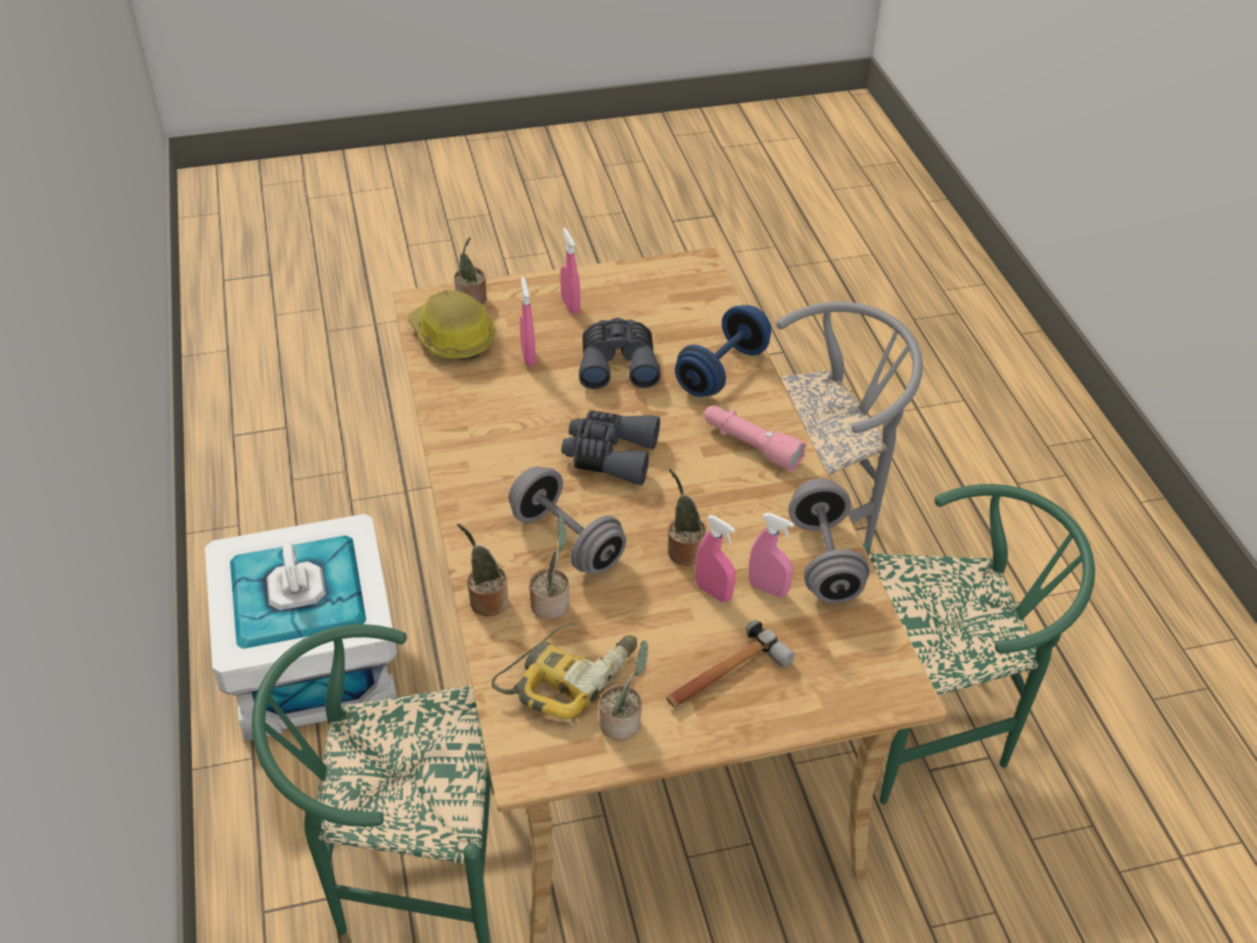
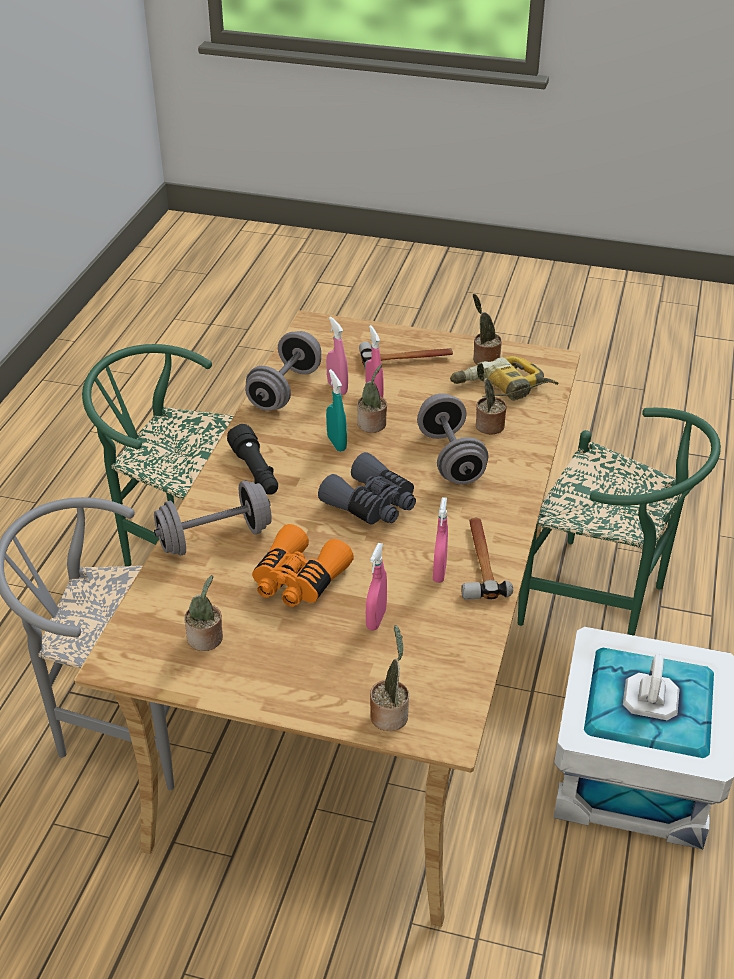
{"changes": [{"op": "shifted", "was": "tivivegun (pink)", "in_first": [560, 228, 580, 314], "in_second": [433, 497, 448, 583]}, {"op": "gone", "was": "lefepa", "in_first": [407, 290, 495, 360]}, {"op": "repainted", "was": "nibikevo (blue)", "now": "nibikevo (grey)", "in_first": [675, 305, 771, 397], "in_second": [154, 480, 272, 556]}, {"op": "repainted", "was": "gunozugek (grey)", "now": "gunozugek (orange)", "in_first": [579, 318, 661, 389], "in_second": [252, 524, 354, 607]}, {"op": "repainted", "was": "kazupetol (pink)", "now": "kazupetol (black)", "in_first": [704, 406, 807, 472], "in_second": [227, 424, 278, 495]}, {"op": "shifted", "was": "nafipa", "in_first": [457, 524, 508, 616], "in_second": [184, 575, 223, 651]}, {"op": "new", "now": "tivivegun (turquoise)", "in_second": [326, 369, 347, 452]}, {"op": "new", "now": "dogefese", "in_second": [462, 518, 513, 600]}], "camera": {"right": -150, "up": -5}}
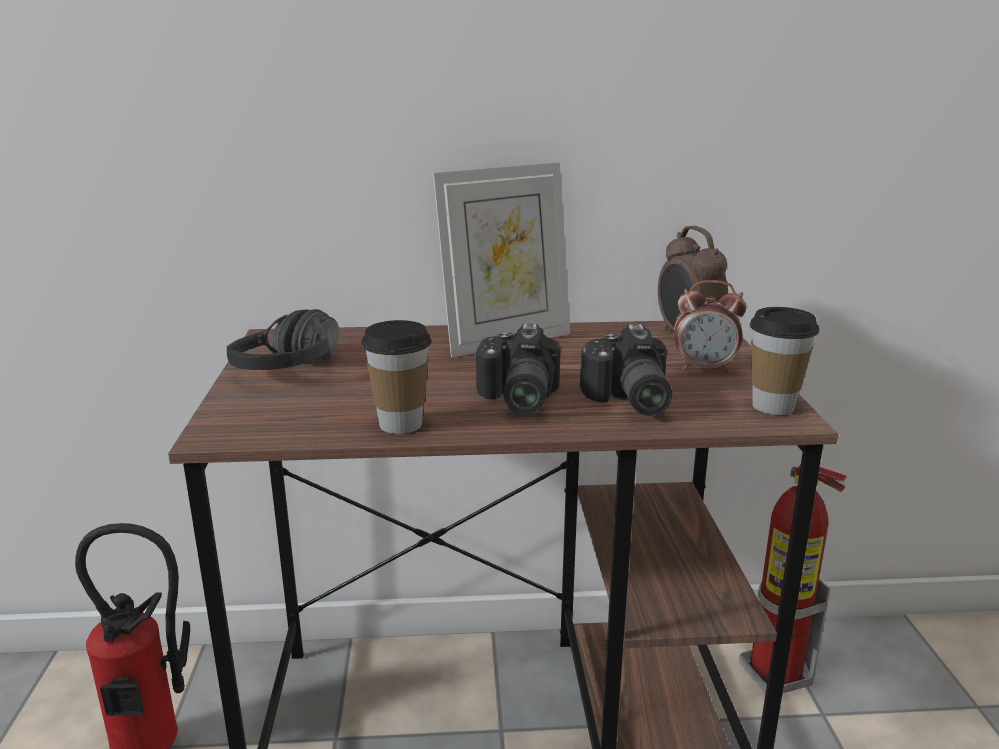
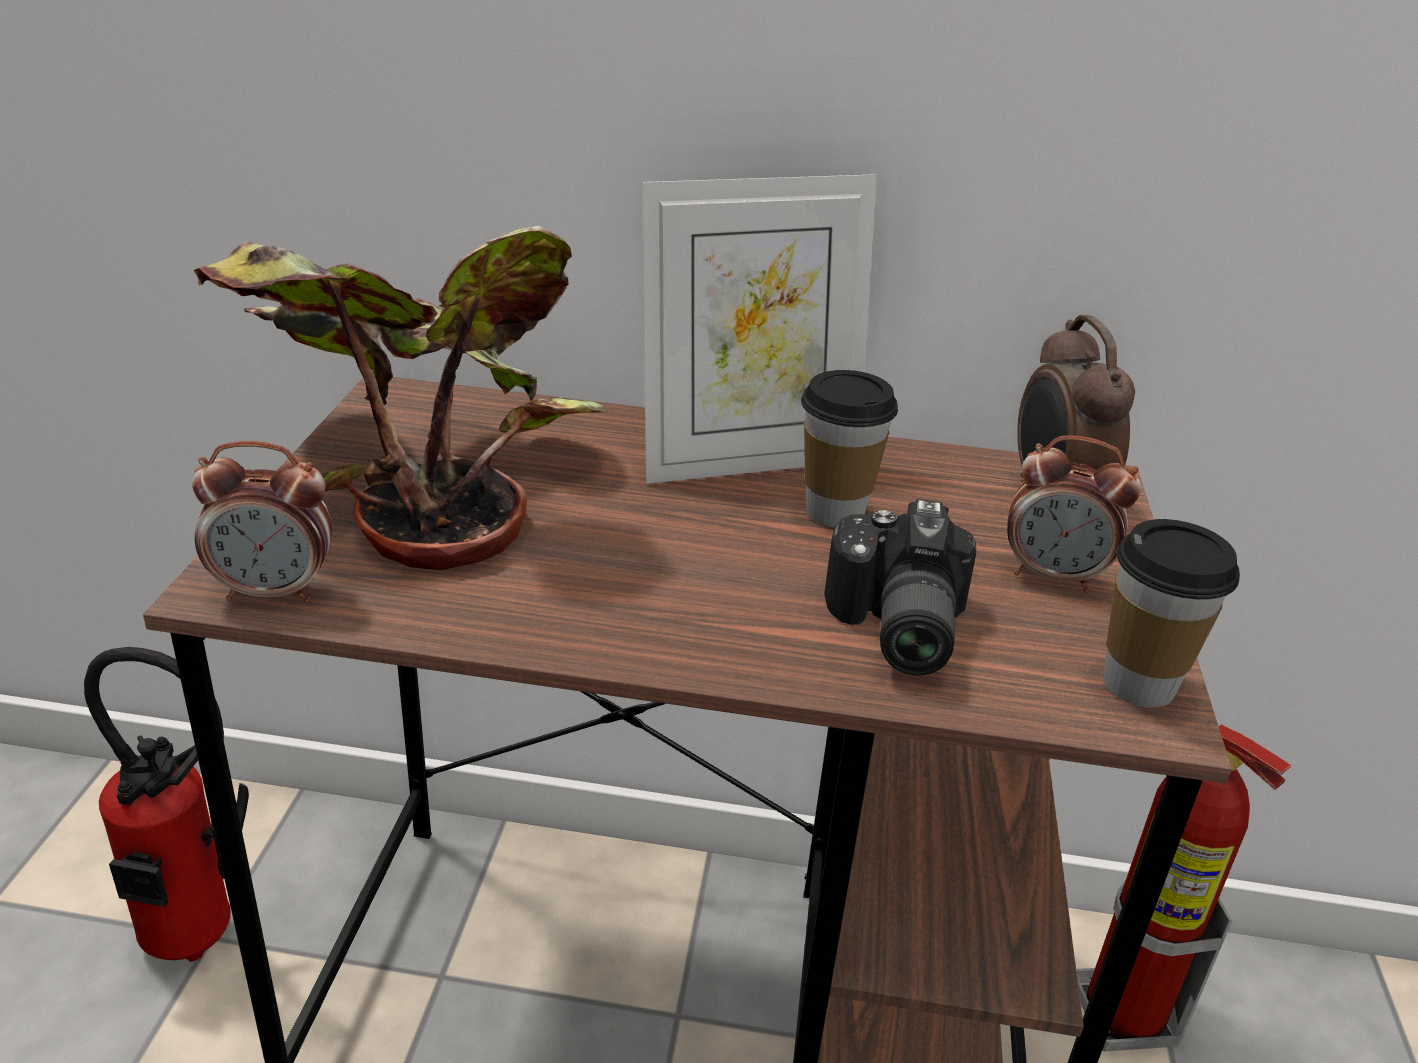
{"changes": [{"op": "swapped", "was": "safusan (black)", "now": "nafipa", "in_first": [227, 309, 339, 370], "in_second": [194, 226, 608, 570]}, {"op": "shifted", "was": "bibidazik", "in_first": [361, 320, 431, 434], "in_second": [801, 370, 898, 527]}, {"op": "gone", "was": "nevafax", "in_first": [476, 324, 561, 415]}, {"op": "new", "now": "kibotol", "in_second": [192, 441, 332, 602]}], "camera": {"right": 10, "up": 10}}
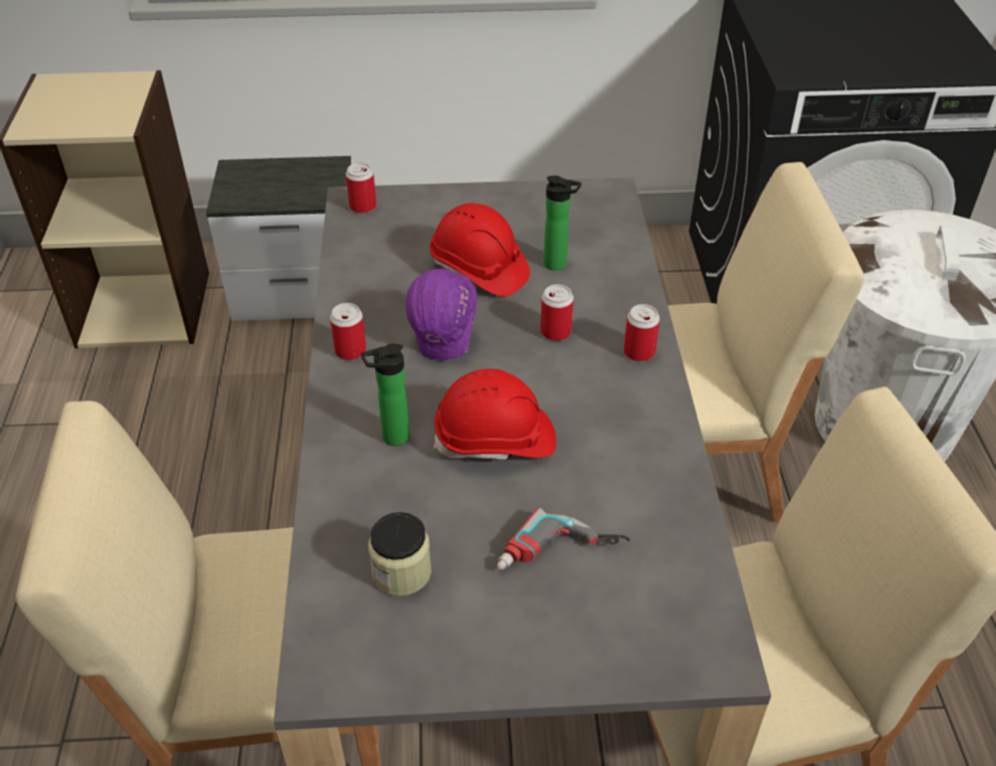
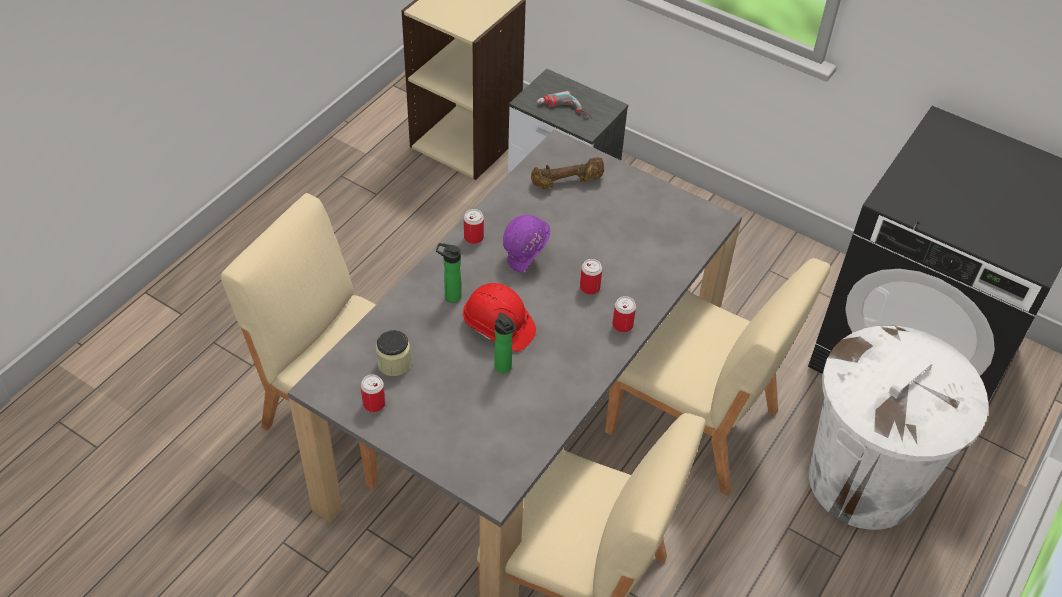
{"changes": [{"op": "shifted", "was": "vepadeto", "in_first": [346, 163, 377, 213], "in_second": [361, 374, 385, 412]}, {"op": "shifted", "was": "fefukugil", "in_first": [544, 175, 582, 271], "in_second": [494, 312, 517, 373]}, {"op": "gone", "was": "lefepa (red)", "in_first": [430, 203, 530, 297]}, {"op": "shifted", "was": "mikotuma", "in_first": [497, 508, 631, 570], "in_second": [537, 91, 592, 118]}, {"op": "new", "now": "nibikevo (brown)", "in_second": [531, 157, 604, 189]}], "camera": {"right": 35, "up": 5}}
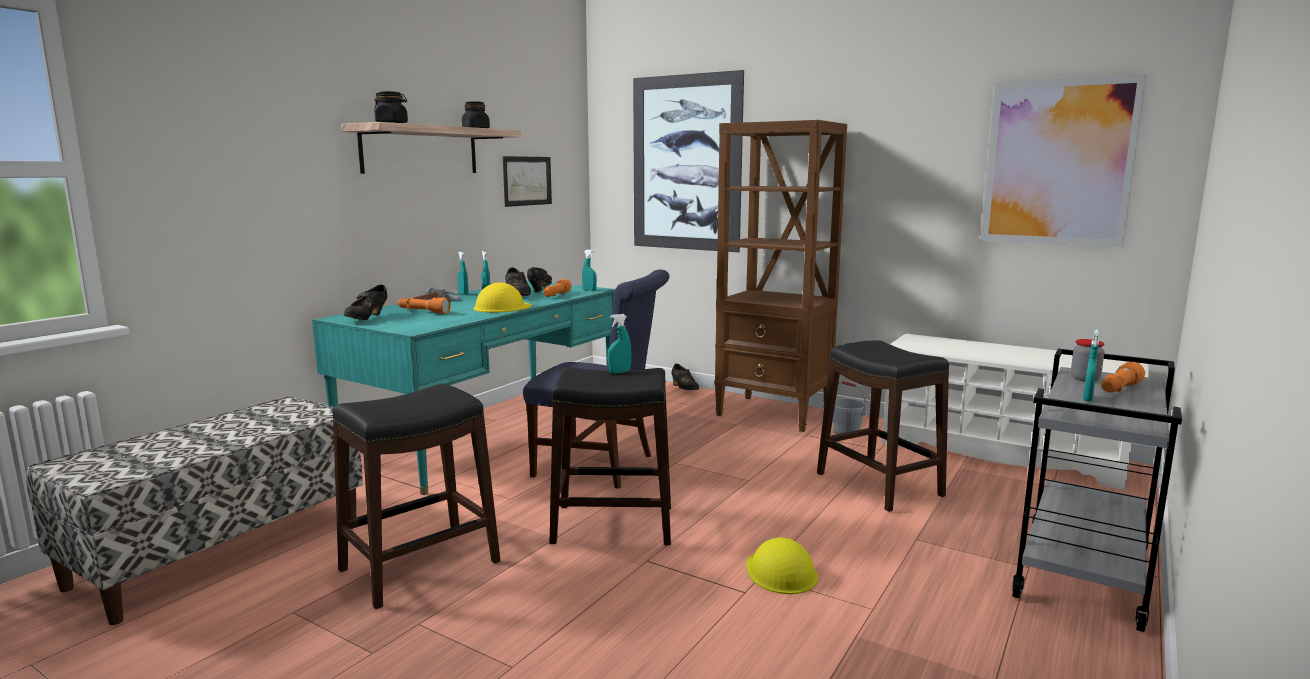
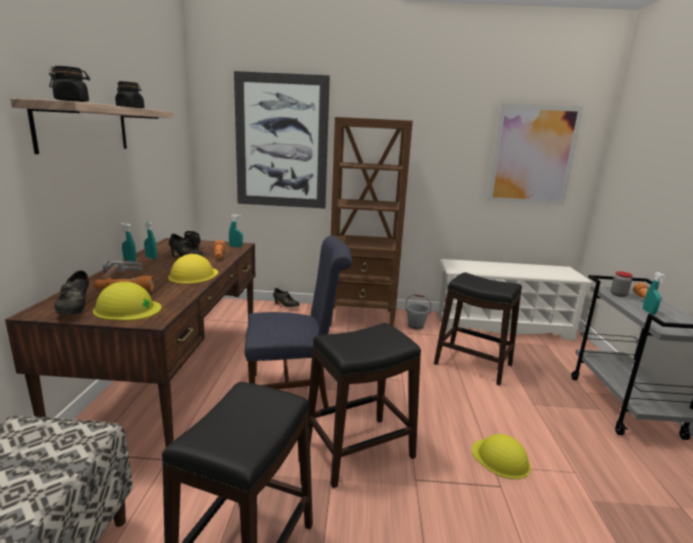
{"changes": [{"op": "gone", "was": "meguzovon", "in_first": [503, 156, 552, 207]}, {"op": "repainted", "was": "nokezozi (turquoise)", "now": "nokezozi (brown)", "in_first": [312, 280, 615, 495], "in_second": [5, 238, 255, 447]}, {"op": "gone", "was": "tivivegun (turquoise)", "in_first": [608, 314, 632, 374]}, {"op": "new", "now": "lefepa (yellow)", "in_second": [93, 282, 162, 321]}], "camera": {"right": -30, "up": 5}}
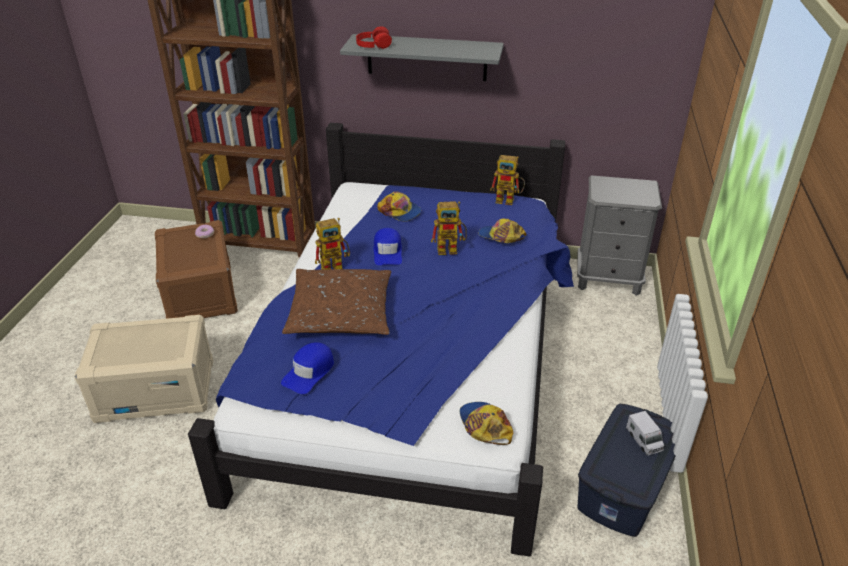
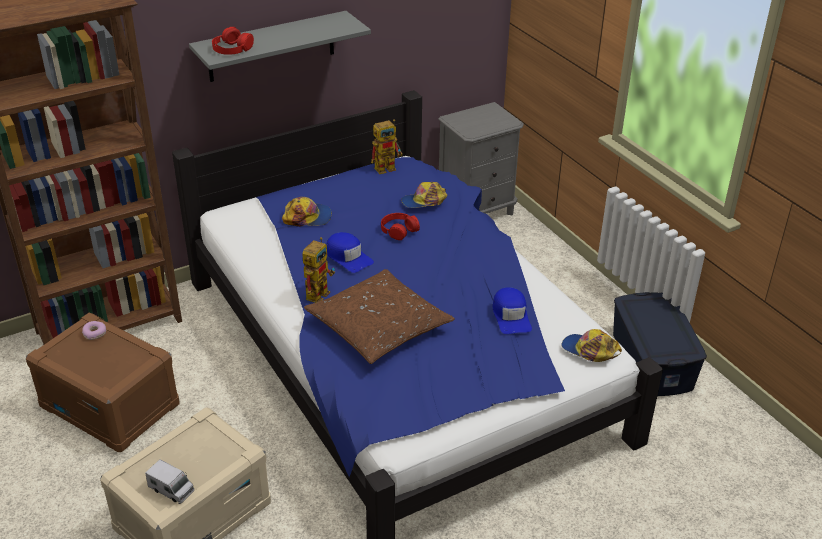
{"changes": [{"op": "swapped", "was": "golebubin", "now": "safusan (red)", "in_first": [431, 201, 467, 255], "in_second": [381, 213, 420, 240]}, {"op": "shifted", "was": "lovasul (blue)", "in_first": [281, 342, 334, 394], "in_second": [493, 287, 532, 334]}, {"op": "shifted", "was": "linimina", "in_first": [626, 411, 665, 456], "in_second": [145, 459, 194, 504]}], "camera": {"right": -40, "up": 0}}
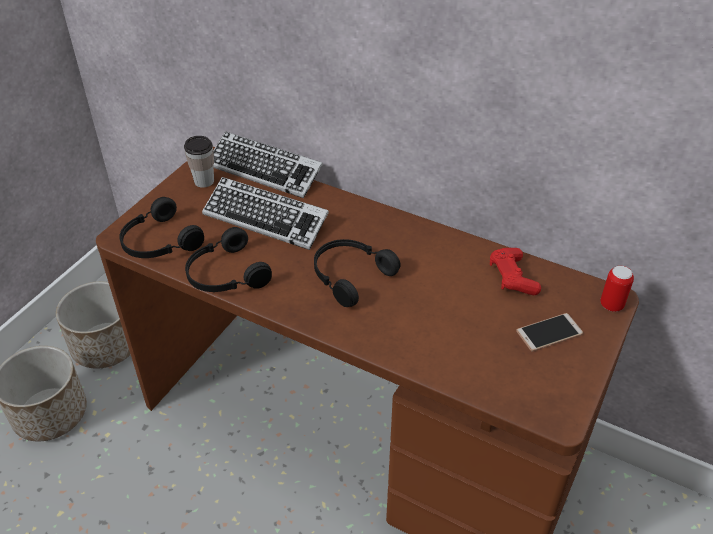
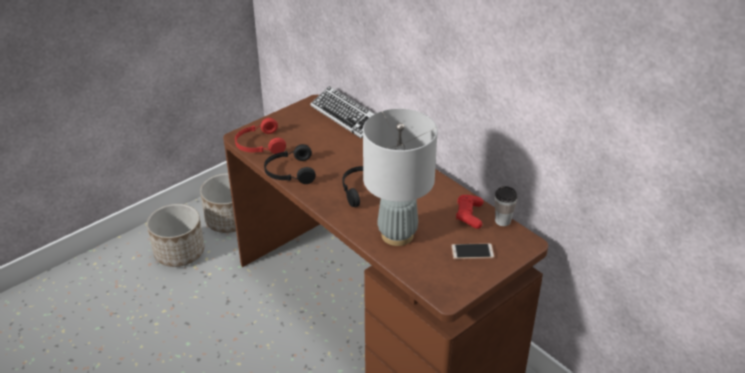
{"changes": [{"op": "shifted", "was": "bibidazik", "in_first": [184, 136, 214, 188], "in_second": [495, 186, 518, 226]}, {"op": "gone", "was": "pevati", "in_first": [202, 177, 329, 250]}, {"op": "repainted", "was": "safusan (black)", "now": "safusan (red)", "in_first": [119, 197, 204, 258], "in_second": [235, 118, 286, 154]}, {"op": "gone", "was": "vepadeto", "in_first": [600, 266, 634, 312]}, {"op": "new", "now": "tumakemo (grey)", "in_second": [363, 109, 438, 246]}], "camera": {"right": 20, "up": -5}}
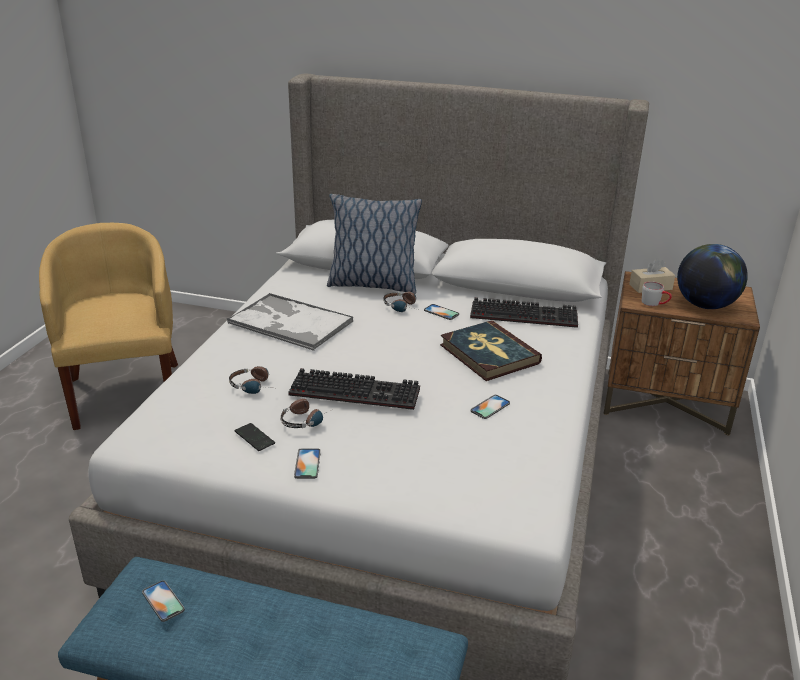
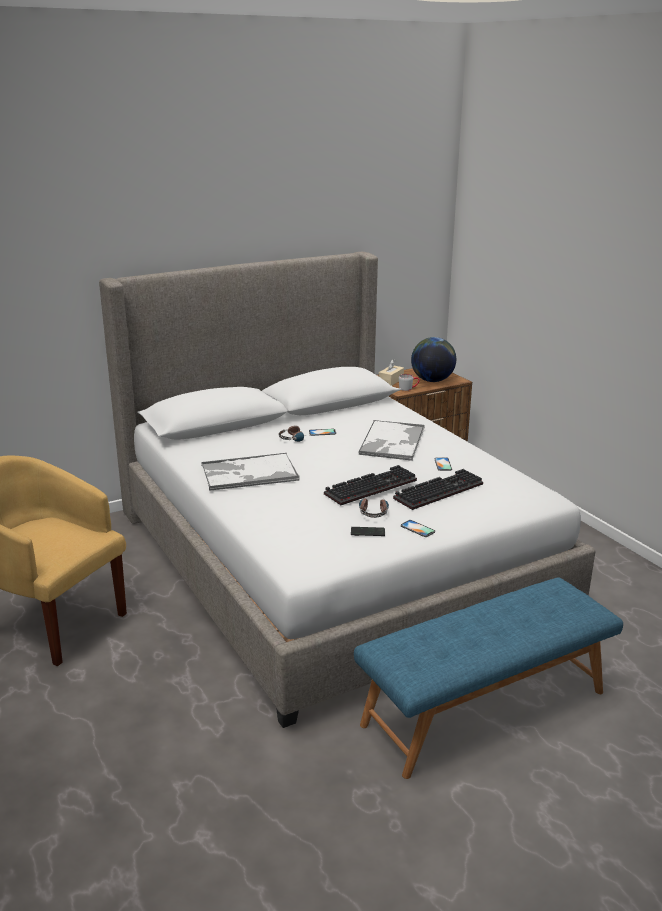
{"changes": [{"op": "gone", "was": "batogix", "in_first": [327, 194, 422, 294]}, {"op": "shifted", "was": "pevati", "in_first": [470, 297, 578, 328], "in_second": [393, 469, 483, 510]}, {"op": "swapped", "was": "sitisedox", "now": "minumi", "in_first": [440, 320, 542, 381], "in_second": [358, 420, 425, 461]}, {"op": "gone", "was": "safusan", "in_first": [229, 366, 269, 394]}, {"op": "gone", "was": "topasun", "in_first": [142, 580, 185, 622]}], "camera": {"right": -45, "up": -5}}
